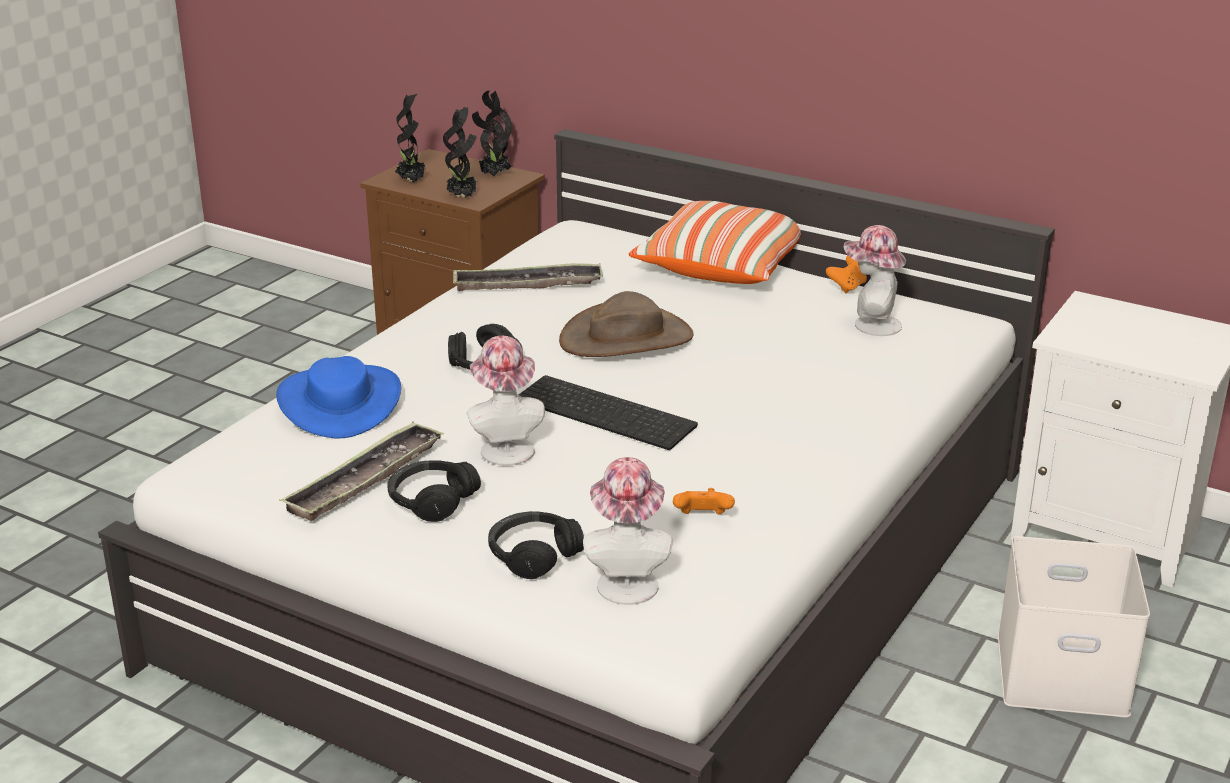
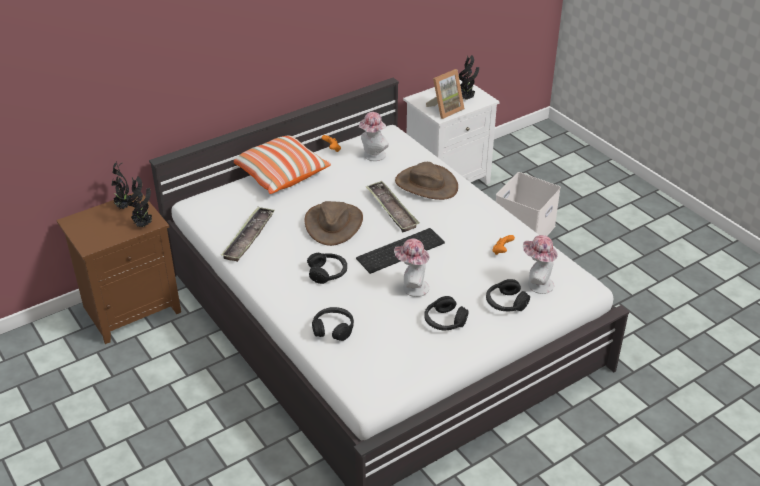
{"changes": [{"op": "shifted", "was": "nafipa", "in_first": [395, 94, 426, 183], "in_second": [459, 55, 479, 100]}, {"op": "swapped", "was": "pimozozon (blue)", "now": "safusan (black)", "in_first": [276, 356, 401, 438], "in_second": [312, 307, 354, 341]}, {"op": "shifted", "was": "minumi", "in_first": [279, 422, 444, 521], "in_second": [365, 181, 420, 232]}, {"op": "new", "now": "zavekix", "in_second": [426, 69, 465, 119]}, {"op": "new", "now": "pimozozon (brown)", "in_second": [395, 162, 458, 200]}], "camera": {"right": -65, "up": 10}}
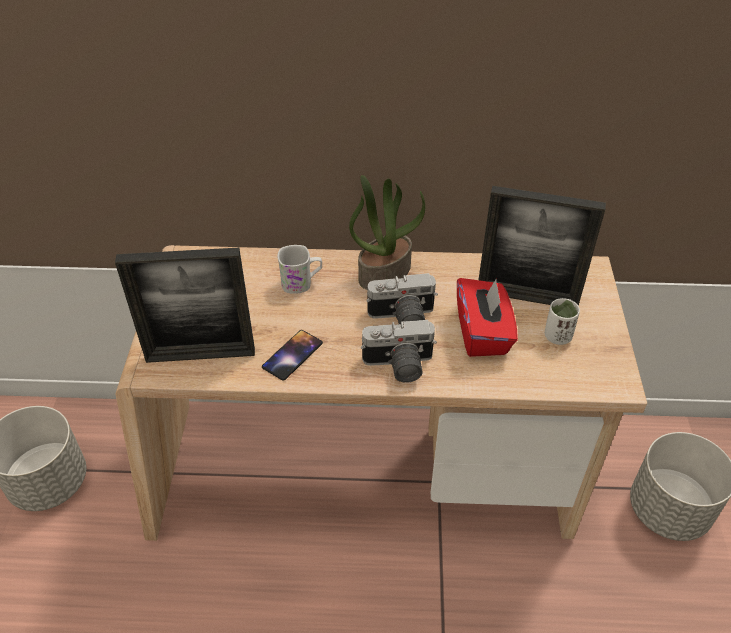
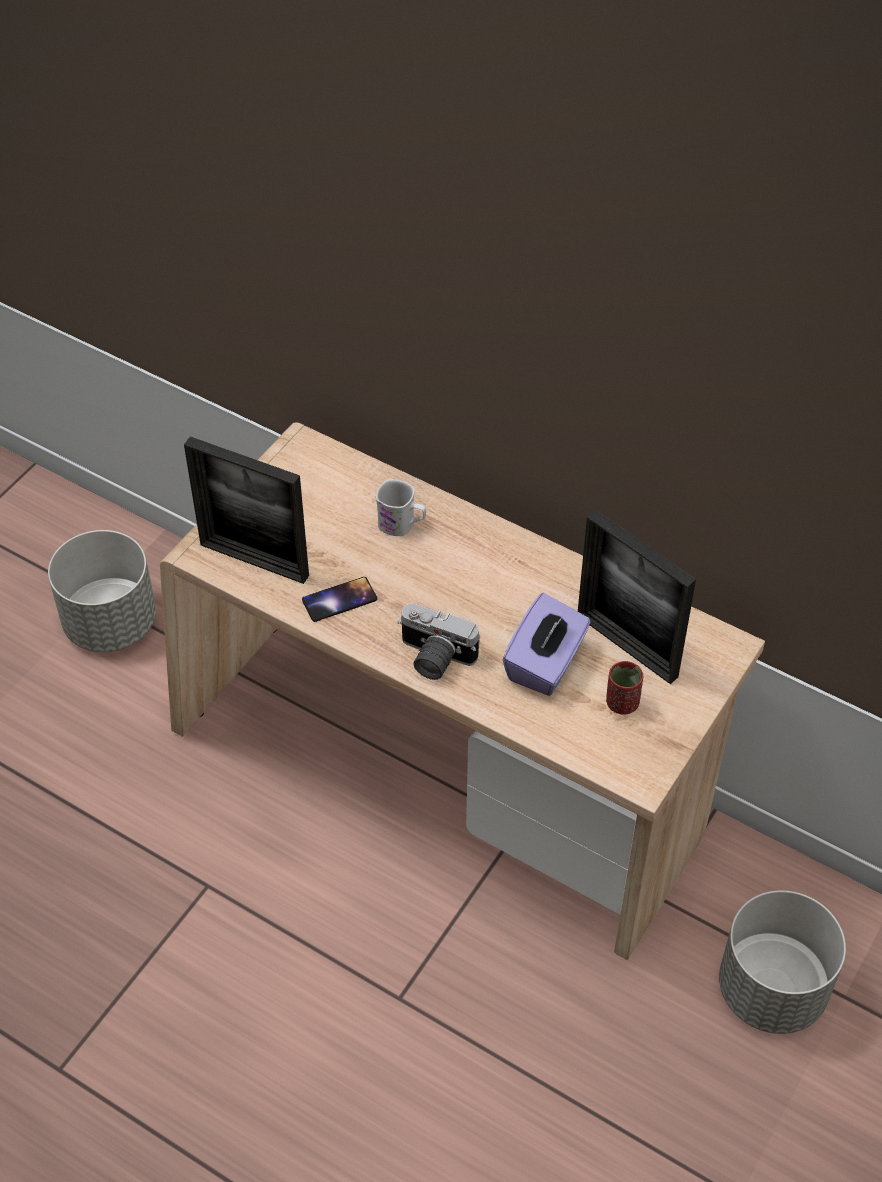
{"changes": [{"op": "gone", "was": "nafipa", "in_first": [349, 175, 425, 290]}, {"op": "gone", "was": "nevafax", "in_first": [366, 273, 438, 324]}, {"op": "repainted", "was": "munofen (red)", "now": "munofen (purple)", "in_first": [457, 278, 518, 357], "in_second": [503, 593, 591, 696]}, {"op": "repainted", "was": "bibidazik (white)", "now": "bibidazik (red)", "in_first": [545, 298, 580, 345], "in_second": [606, 661, 643, 715]}], "camera": {"right": 30, "up": 5}}
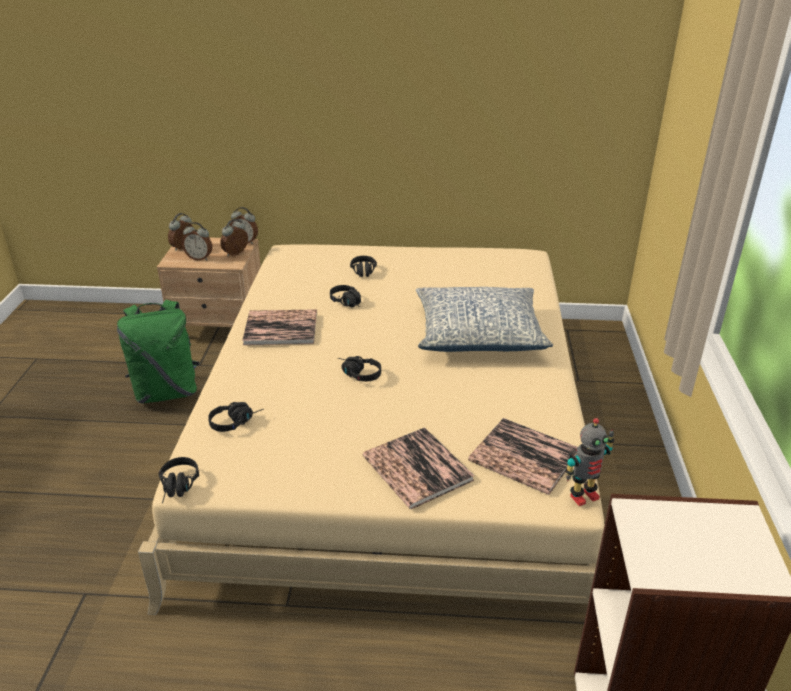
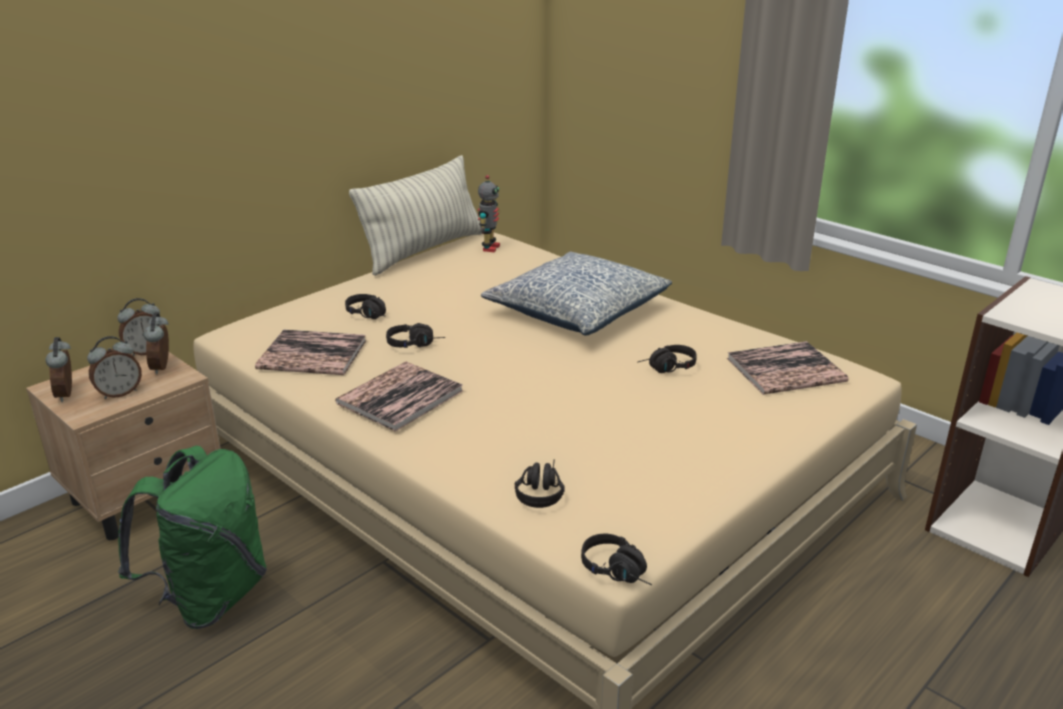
{"changes": [{"op": "shifted", "was": "safusan (black)", "in_first": [338, 356, 381, 381], "in_second": [638, 345, 697, 373]}, {"op": "shifted", "was": "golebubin", "in_first": [565, 418, 614, 506], "in_second": [478, 175, 500, 252]}, {"op": "shifted", "was": "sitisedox", "in_first": [362, 427, 474, 509], "in_second": [255, 330, 367, 375]}, {"op": "new", "now": "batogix", "in_second": [349, 155, 483, 276]}], "camera": {"right": -50, "up": -5}}
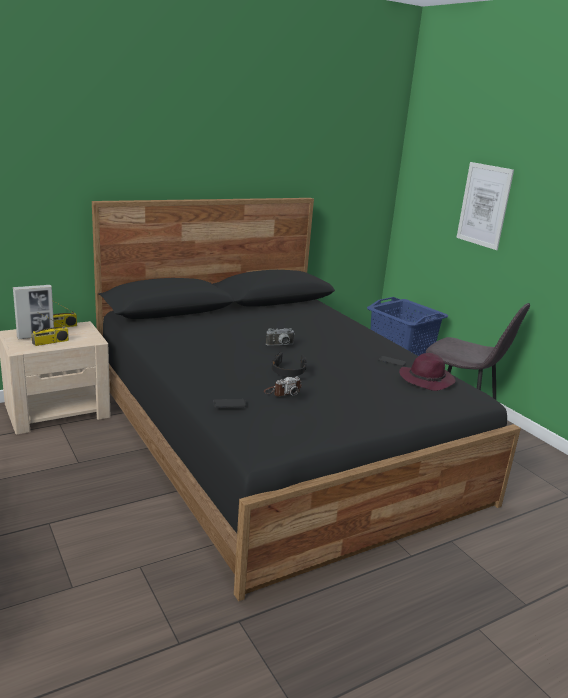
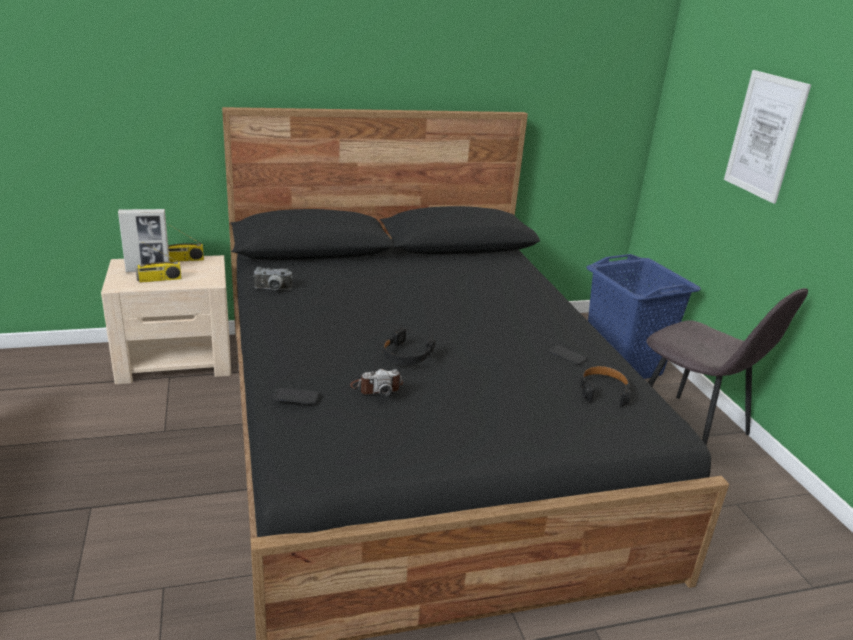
{"changes": [{"op": "shifted", "was": "nevafax", "in_first": [266, 328, 295, 346], "in_second": [253, 267, 292, 290]}, {"op": "swapped", "was": "pimozozon (purple)", "now": "safusan (black)", "in_first": [399, 353, 455, 391], "in_second": [580, 366, 631, 407]}], "camera": {"right": 15, "up": 5}}
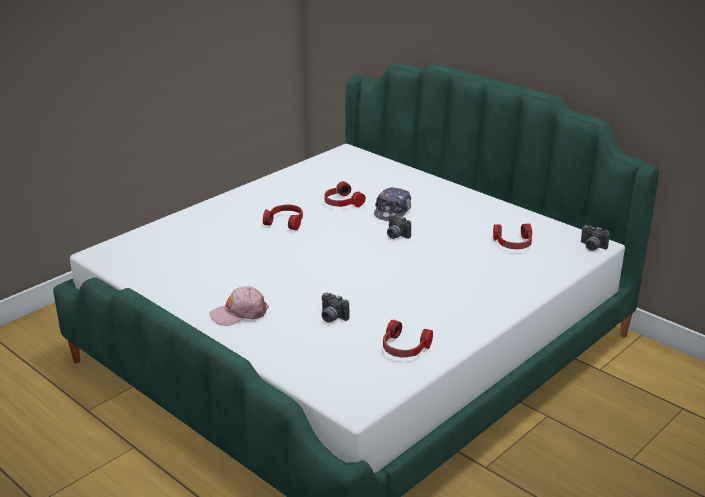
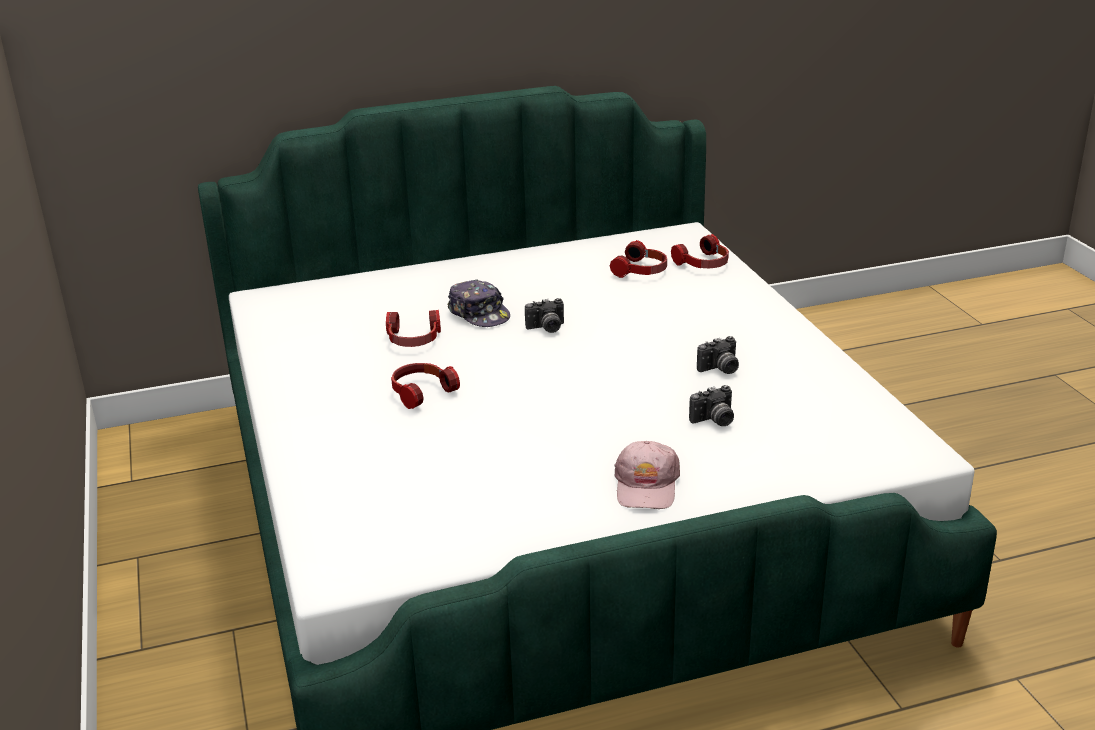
{"changes": [{"op": "shifted", "was": "nevafax", "in_first": [581, 225, 610, 251], "in_second": [697, 336, 739, 374]}, {"op": "shifted", "was": "safusan", "in_first": [383, 320, 433, 357], "in_second": [671, 234, 729, 268]}], "camera": {"right": -60, "up": 0}}
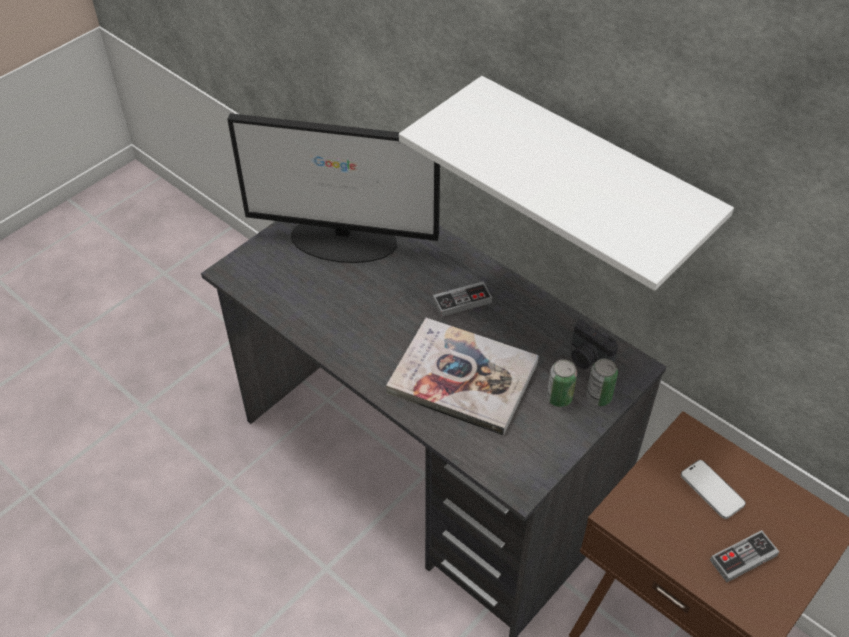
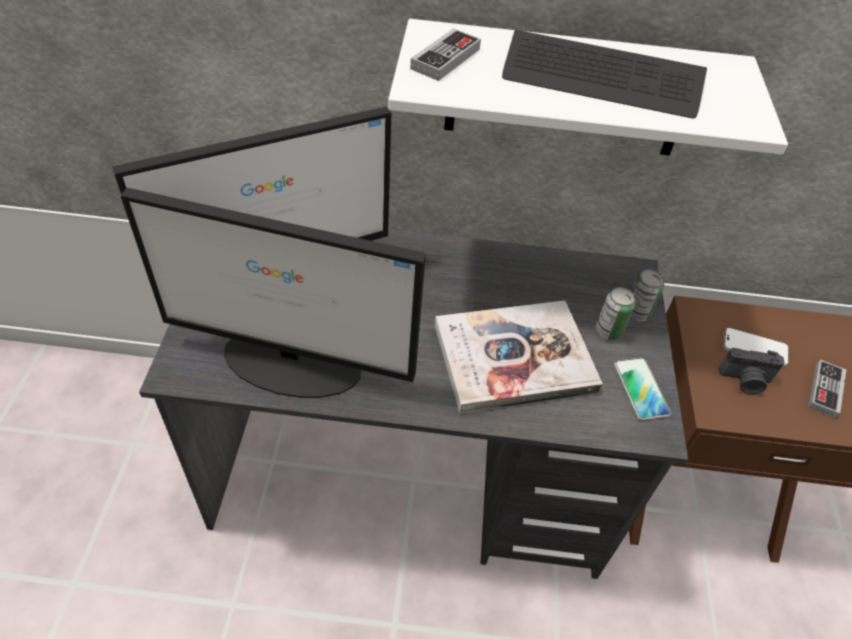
{"changes": [{"op": "shifted", "was": "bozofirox", "in_first": [433, 282, 492, 317], "in_second": [410, 28, 481, 81]}, {"op": "shifted", "was": "nevafax", "in_first": [571, 320, 618, 369], "in_second": [719, 348, 785, 394]}, {"op": "new", "now": "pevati", "in_second": [502, 30, 707, 118]}, {"op": "new", "now": "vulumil", "in_second": [120, 188, 426, 398]}, {"op": "new", "now": "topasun", "in_second": [614, 358, 671, 420]}], "camera": {"right": -40, "up": 0}}
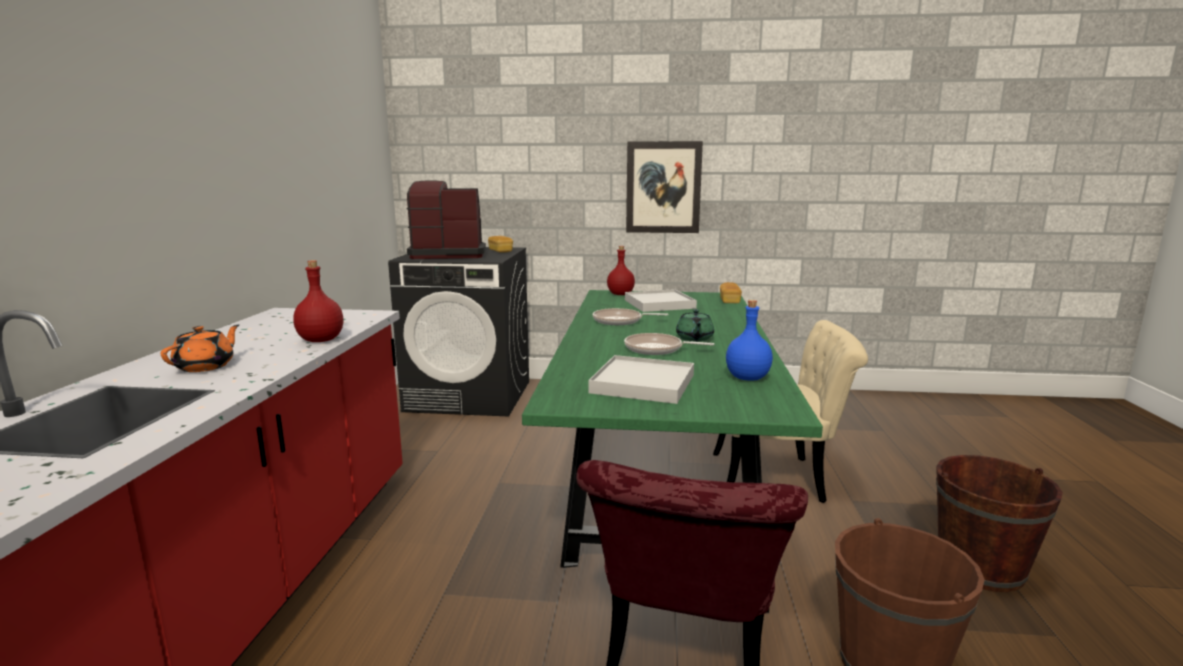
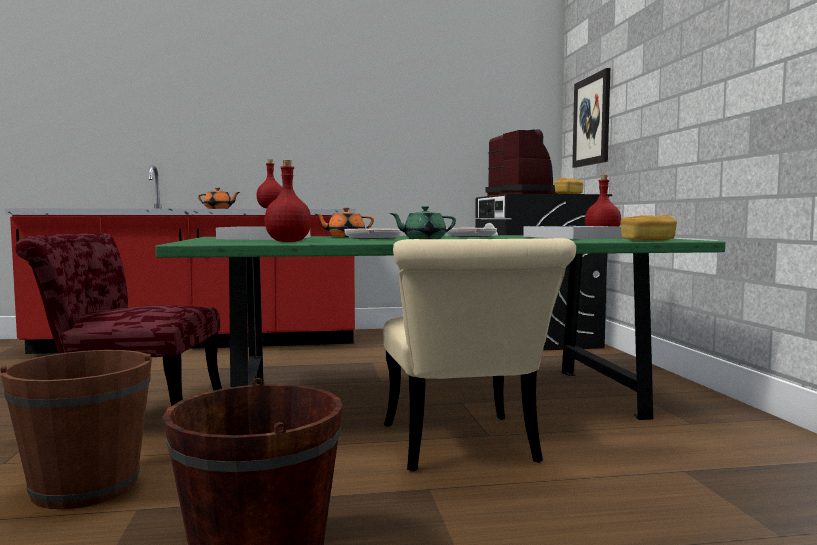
{"changes": [{"op": "shifted", "was": "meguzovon", "in_first": [626, 141, 703, 233], "in_second": [572, 68, 610, 168]}, {"op": "repainted", "was": "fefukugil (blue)", "now": "fefukugil (red)", "in_first": [726, 300, 773, 381], "in_second": [264, 160, 312, 242]}, {"op": "new", "now": "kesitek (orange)", "in_second": [315, 208, 374, 237]}], "camera": {"right": 75, "up": -10}}
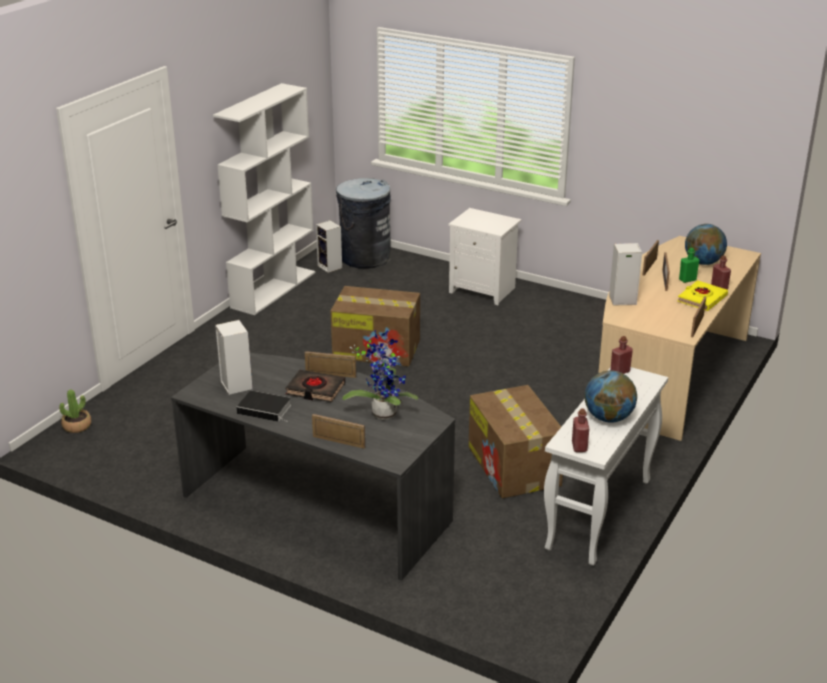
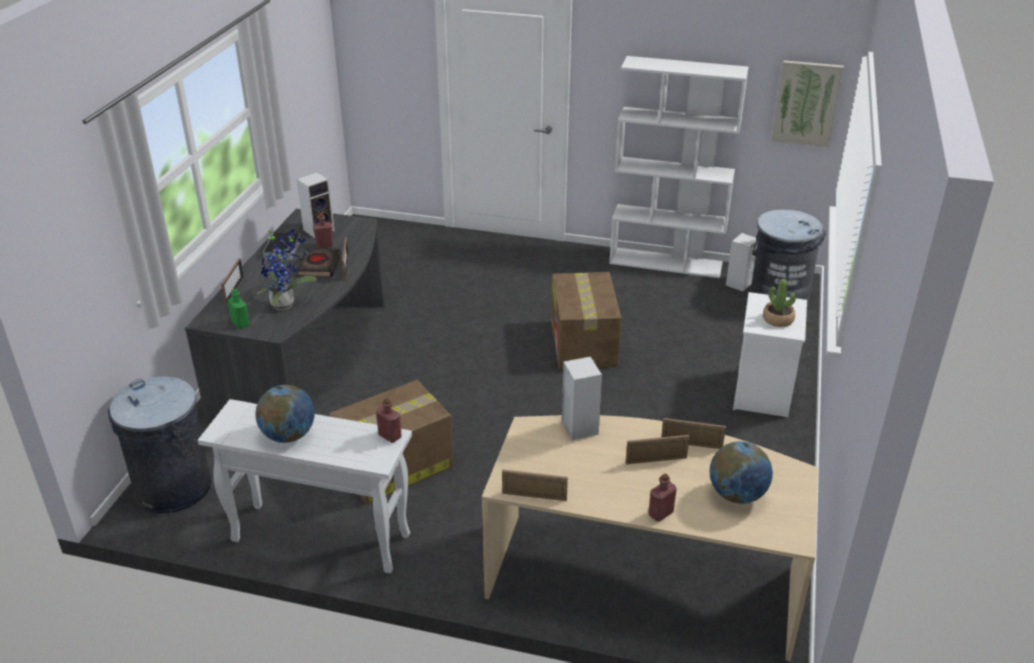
{"changes": [{"op": "shifted", "was": "fefukugil (green)", "in_first": [679, 248, 700, 283], "in_second": [228, 289, 250, 329]}, {"op": "gone", "was": "sitisedox (yellow)", "in_first": [677, 280, 728, 311]}, {"op": "shifted", "was": "nafipa", "in_first": [59, 389, 91, 433], "in_second": [763, 279, 796, 327]}, {"op": "shifted", "was": "fefukugil (red)", "in_first": [572, 409, 589, 452], "in_second": [313, 213, 334, 248]}, {"op": "new", "now": "meguzovon", "in_second": [771, 60, 844, 147]}, {"op": "new", "now": "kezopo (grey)", "in_second": [108, 377, 211, 513]}], "camera": {"right": 75, "up": 5}}
